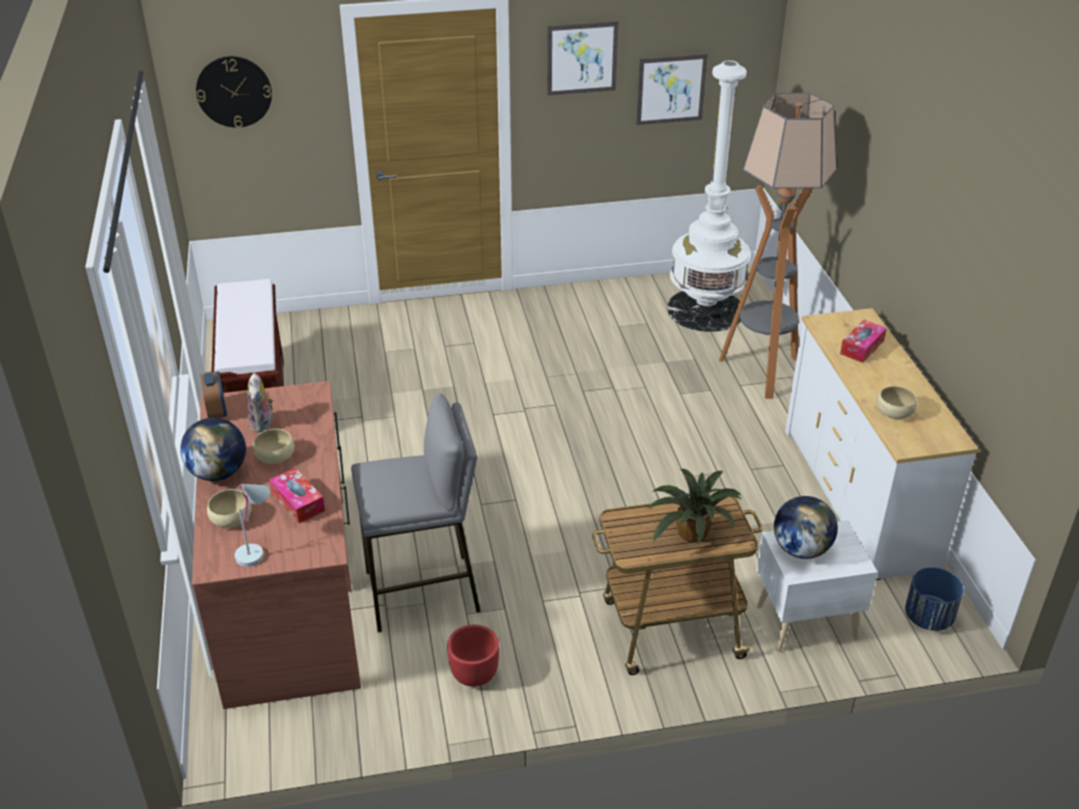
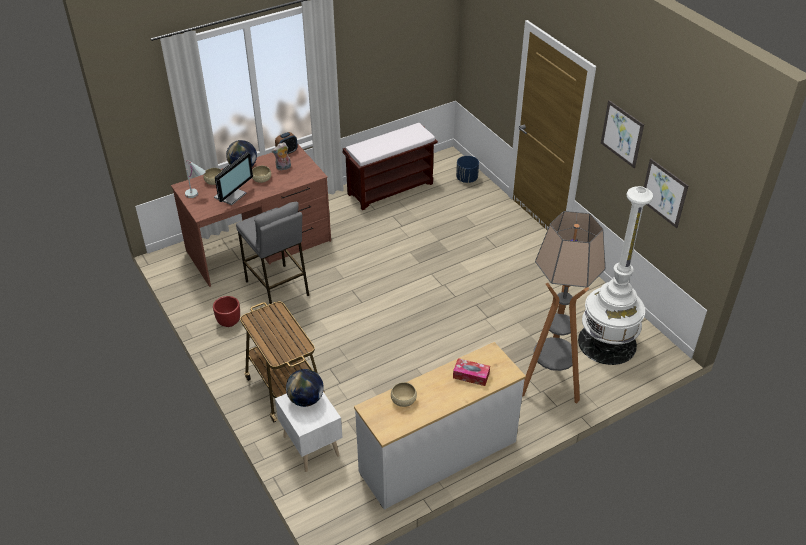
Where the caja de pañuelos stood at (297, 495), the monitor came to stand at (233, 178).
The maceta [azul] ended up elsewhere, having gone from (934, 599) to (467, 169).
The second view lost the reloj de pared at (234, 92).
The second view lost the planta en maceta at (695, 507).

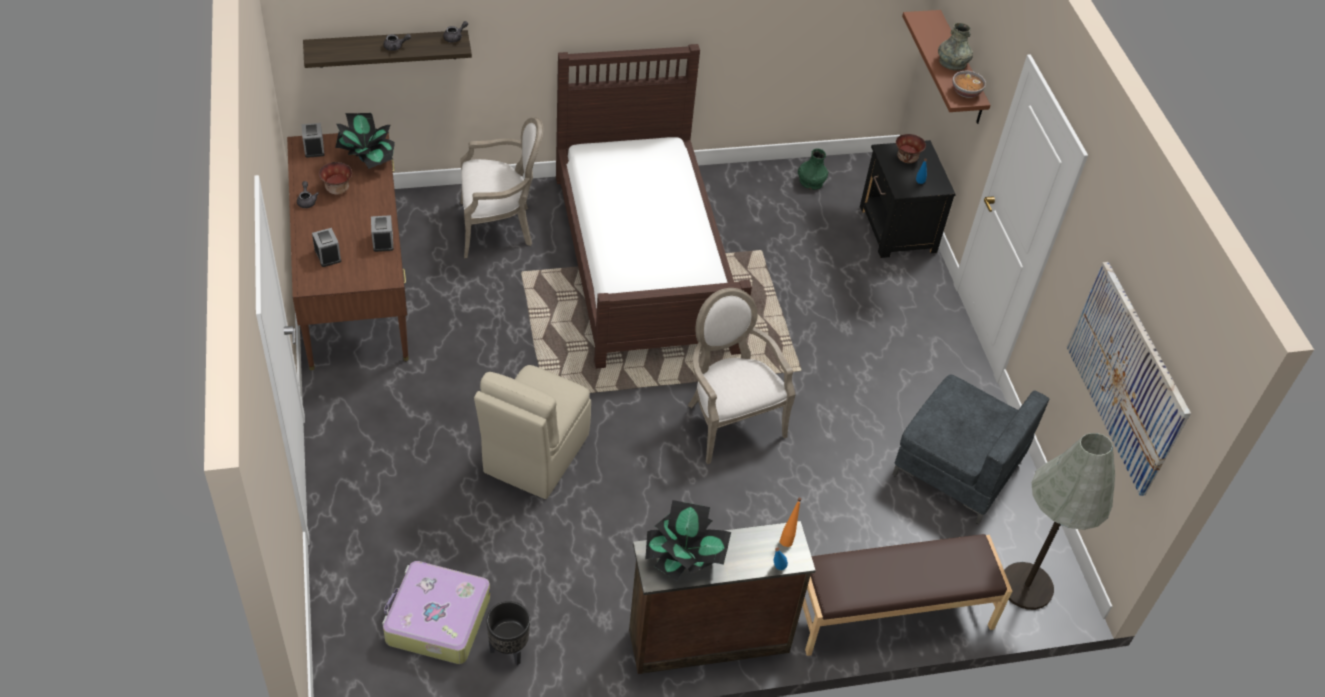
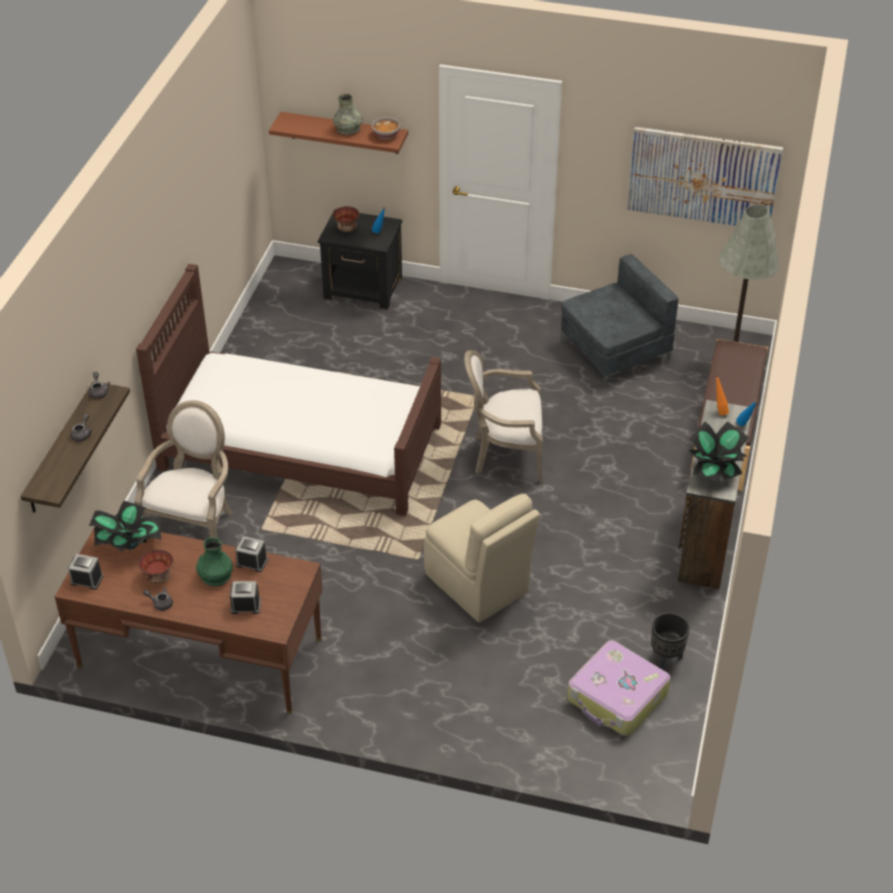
The florero [verde] ended up elsewhere, having gone from (813, 169) to (214, 562).

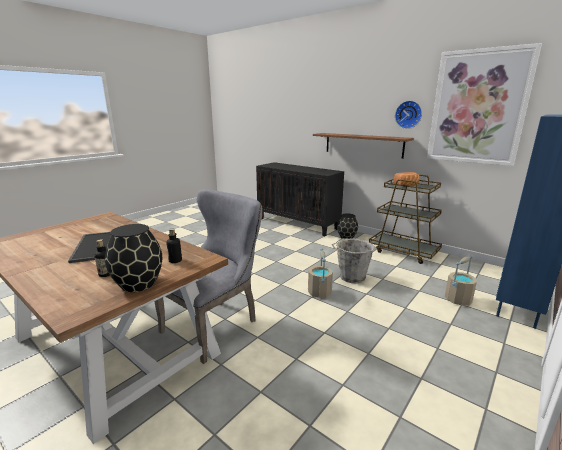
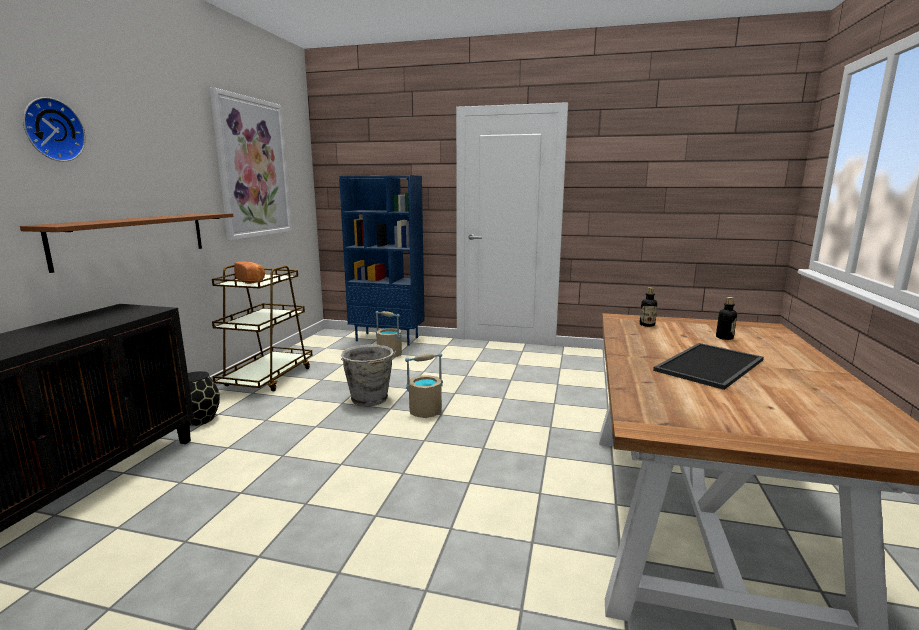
The reloj de pared ended up elsewhere, having gone from (408, 114) to (54, 129).
The second view lost the florero [negro] at (133, 258).
The second view lost the silla [gris] at (208, 277).

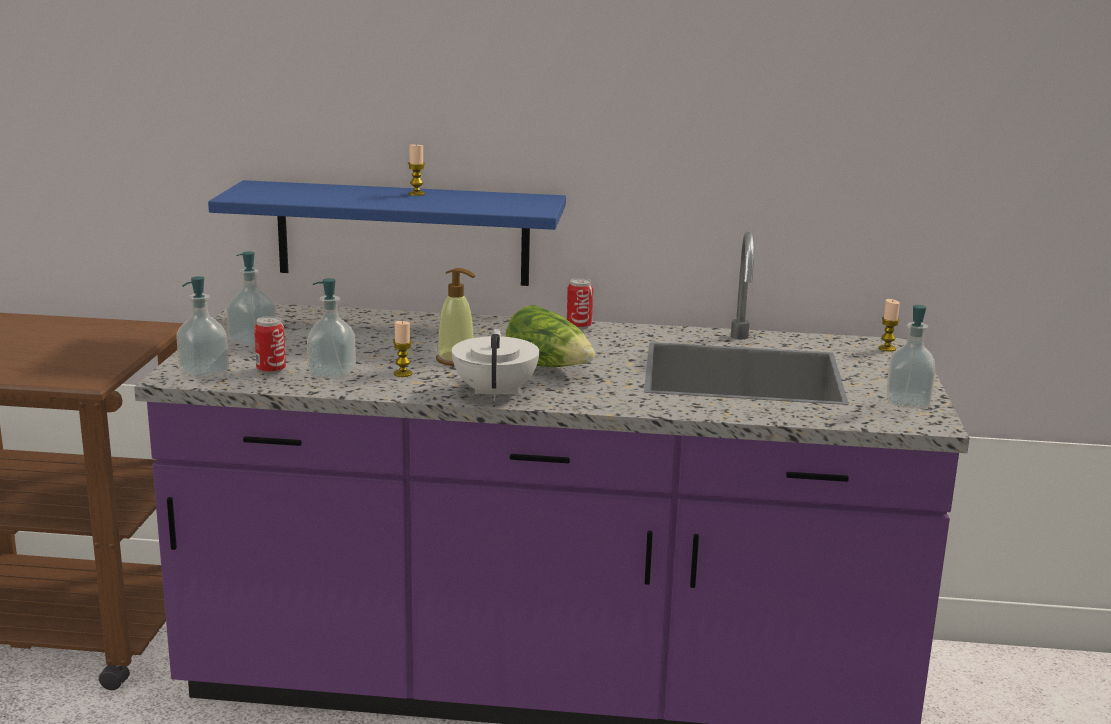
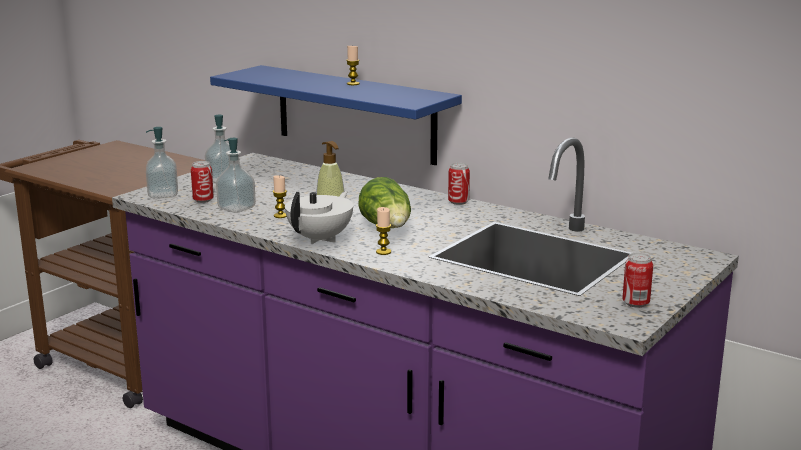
The vela ended up elsewhere, having gone from (889, 325) to (383, 231).
Where the dispensador de jabón stood at (911, 356), the lata came to stand at (637, 280).

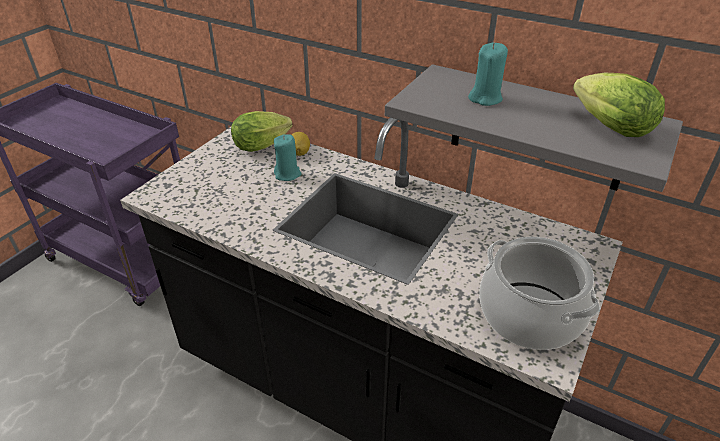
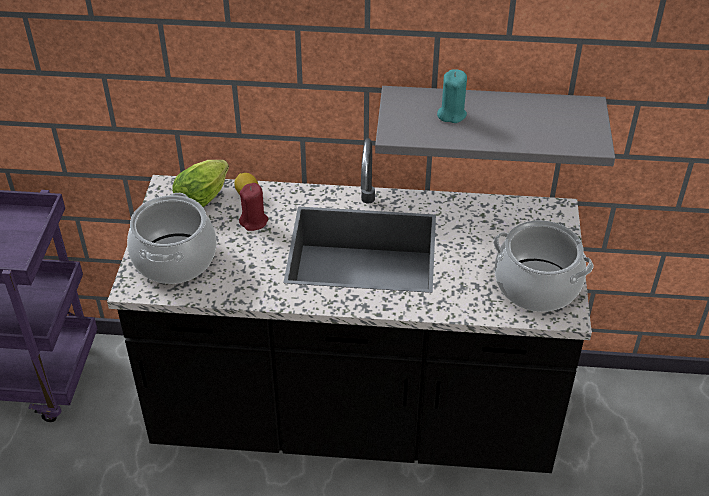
The second view gained the olla at (172, 238).
What was the vela [turquesa] at (288, 157) turned into the vela [rojo] at (253, 207).
The second view lost the lechuga at (619, 105).

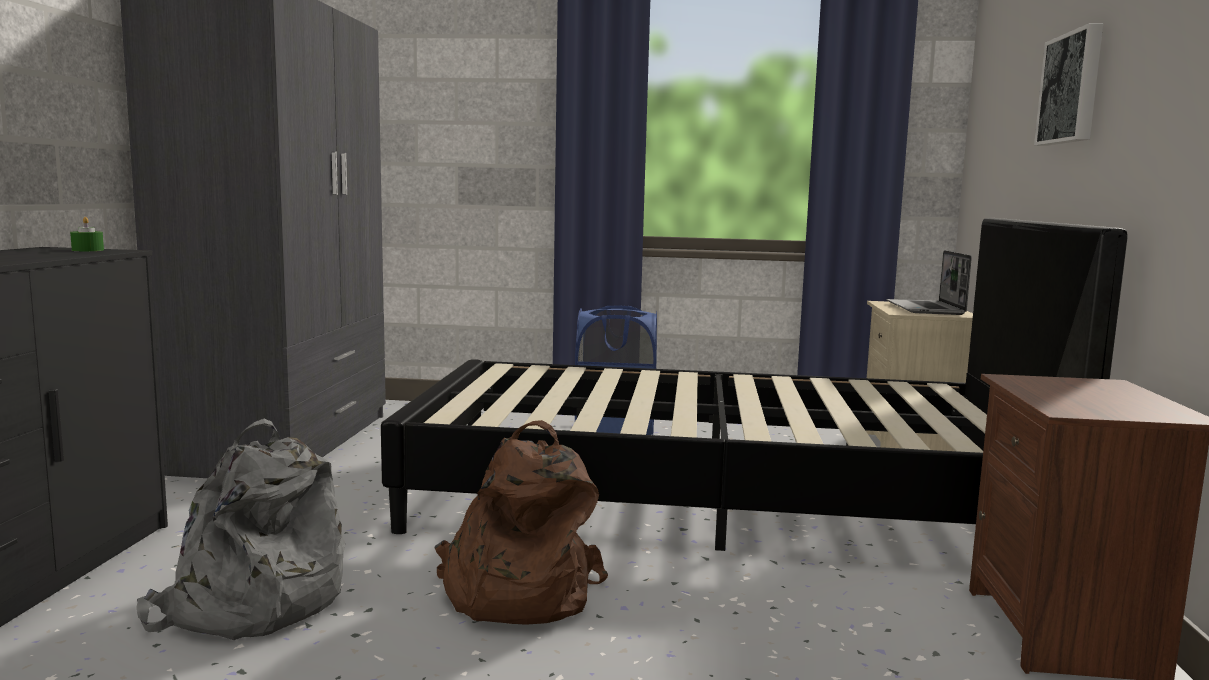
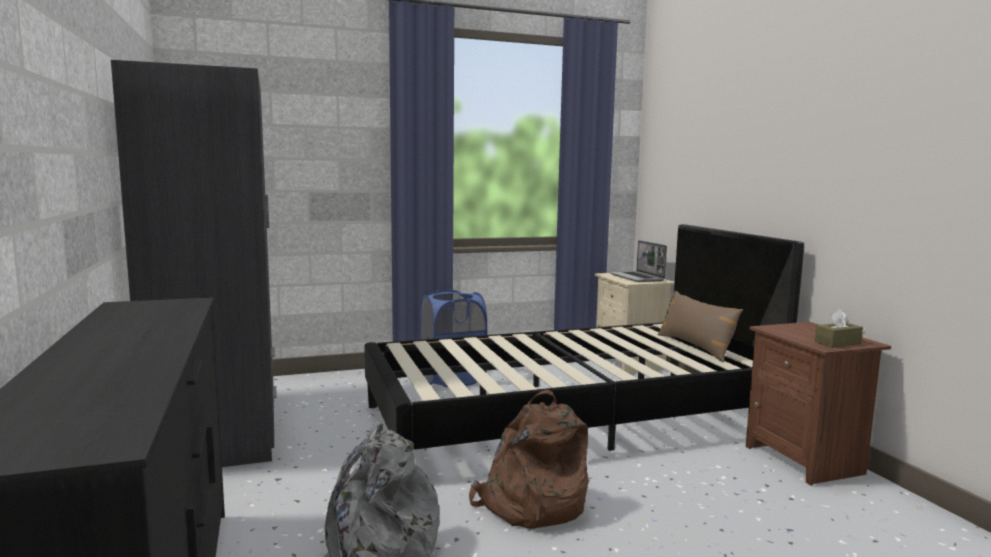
The second view gained the cojín [marrón] at (700, 326).
The second view gained the caja de pañuelos [marrón] at (839, 328).
The second view lost the vela [verde] at (87, 234).
The second view lost the cuadro at (1068, 84).

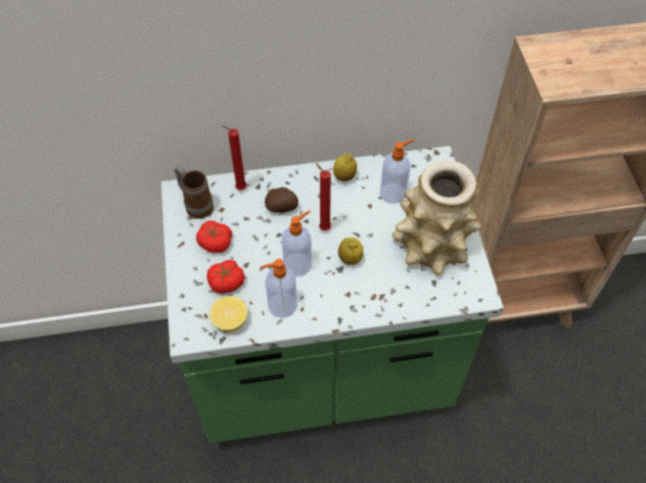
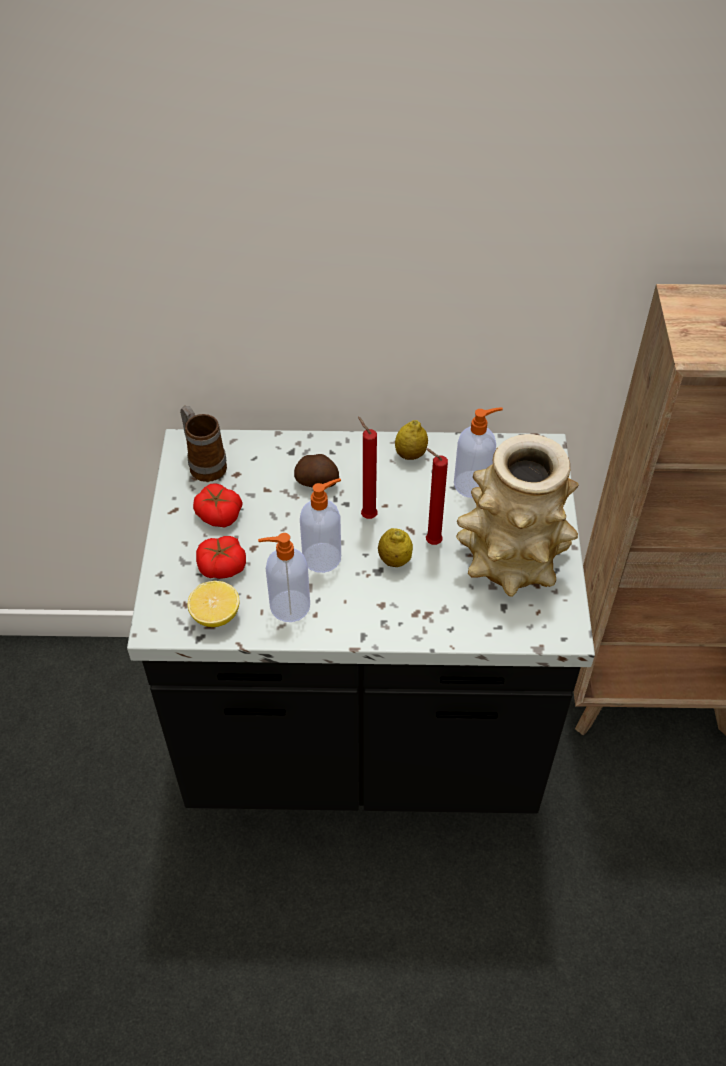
What was the mueble bajo de cocina [verde] at (332, 294) turned into the mueble bajo de cocina [negro] at (361, 621).
The vela [rojo] ended up elsewhere, having gone from (234, 157) to (437, 496).

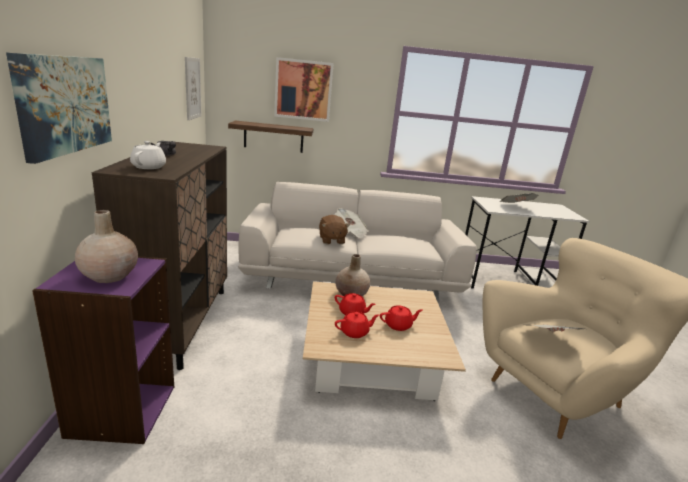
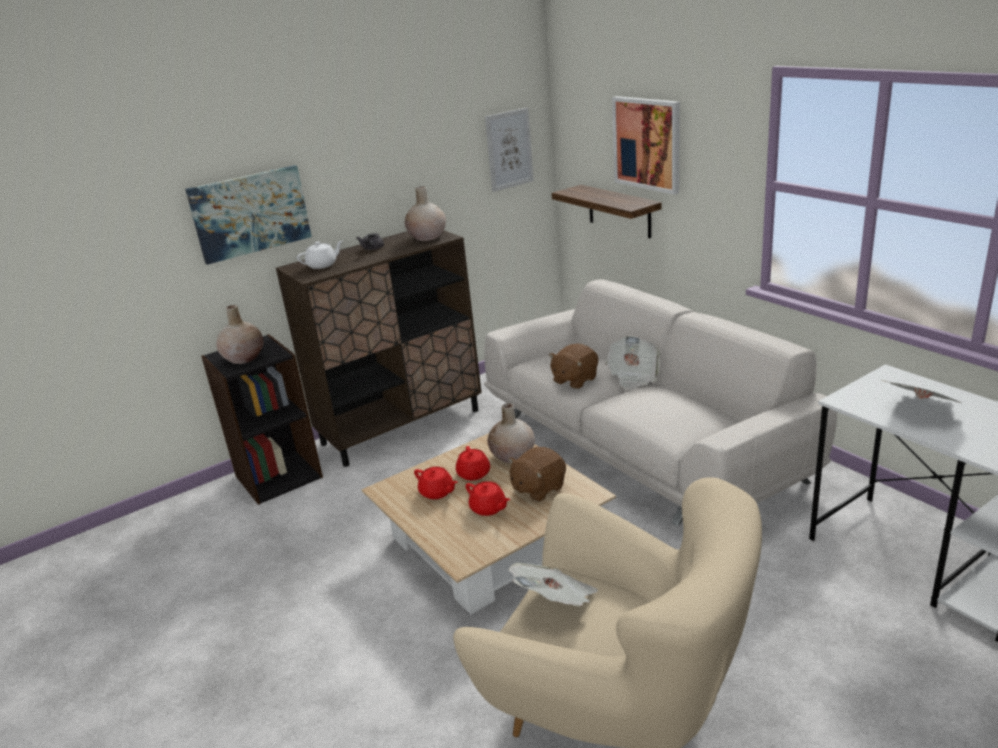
What was the estantería [morado] at (103, 350) turned into the estantería [negro] at (262, 419).
The second view gained the florero [beis] at (425, 213).
The second view gained the peluche [marrón] at (537, 474).

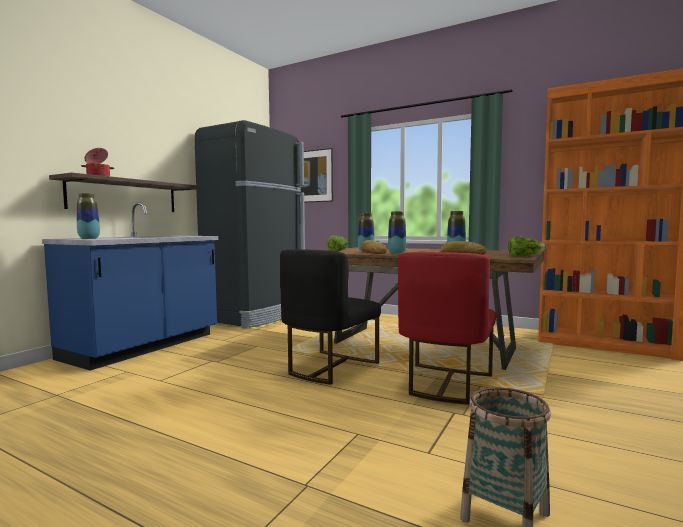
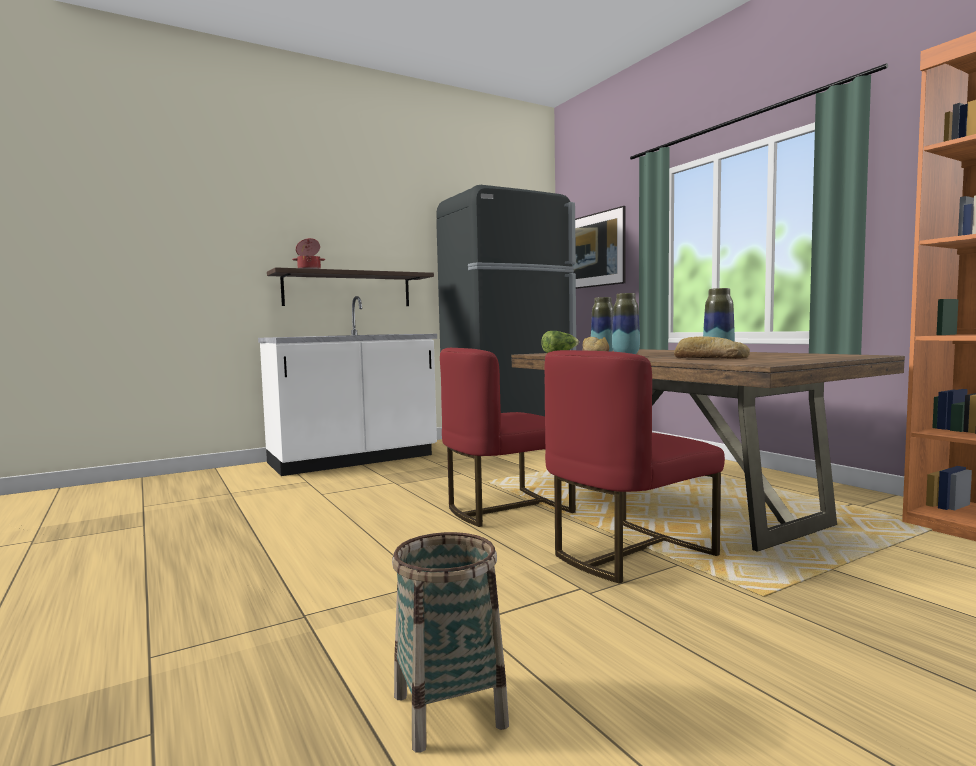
What was the mueble bajo de cocina [azul] at (130, 286) turned into the mueble bajo de cocina [blanco] at (347, 386).
What was the silla [negro] at (330, 317) turned into the silla [rojo] at (508, 437).
The second view lost the florero at (88, 216).
The second view lost the lechuga at (527, 246).

